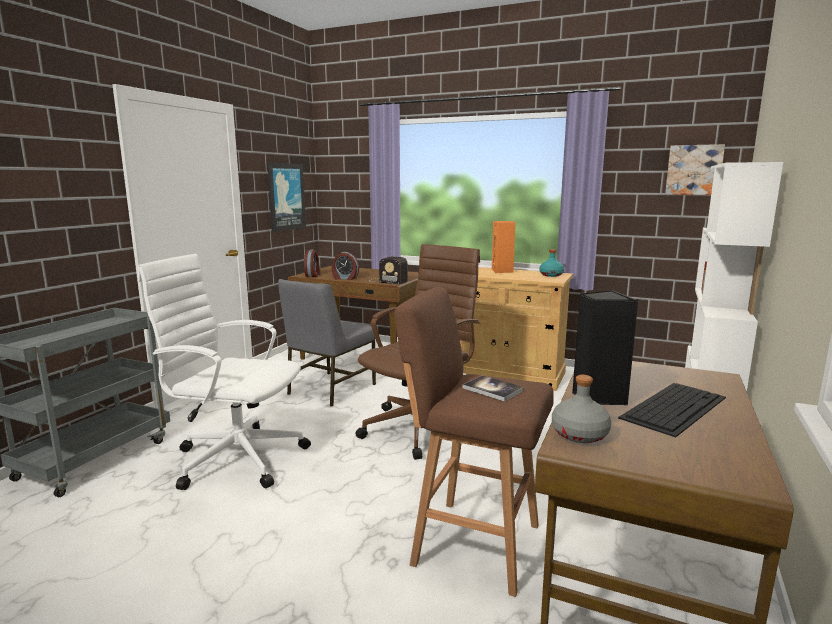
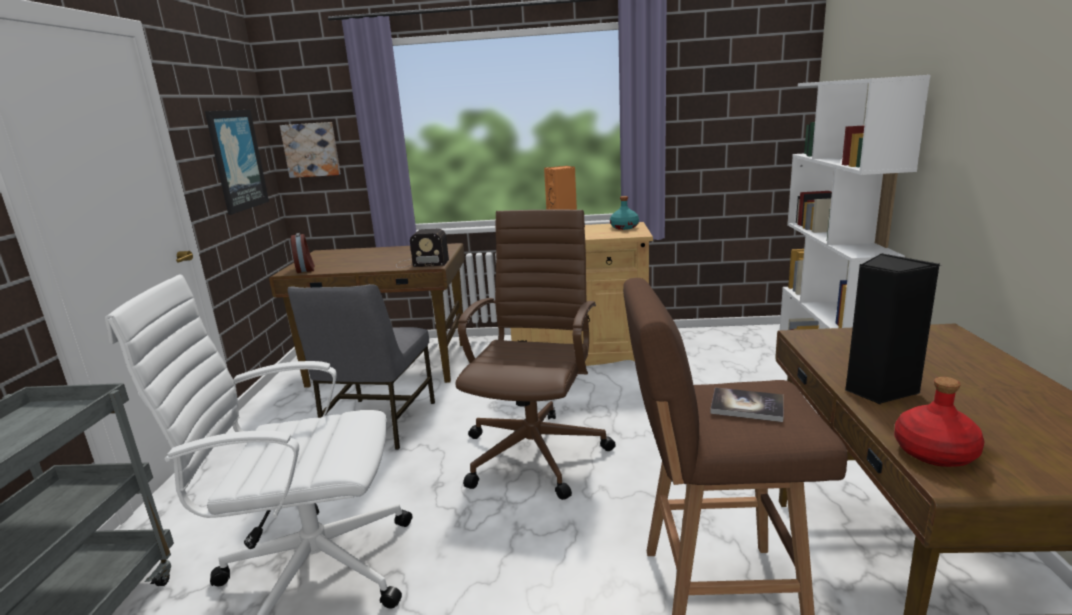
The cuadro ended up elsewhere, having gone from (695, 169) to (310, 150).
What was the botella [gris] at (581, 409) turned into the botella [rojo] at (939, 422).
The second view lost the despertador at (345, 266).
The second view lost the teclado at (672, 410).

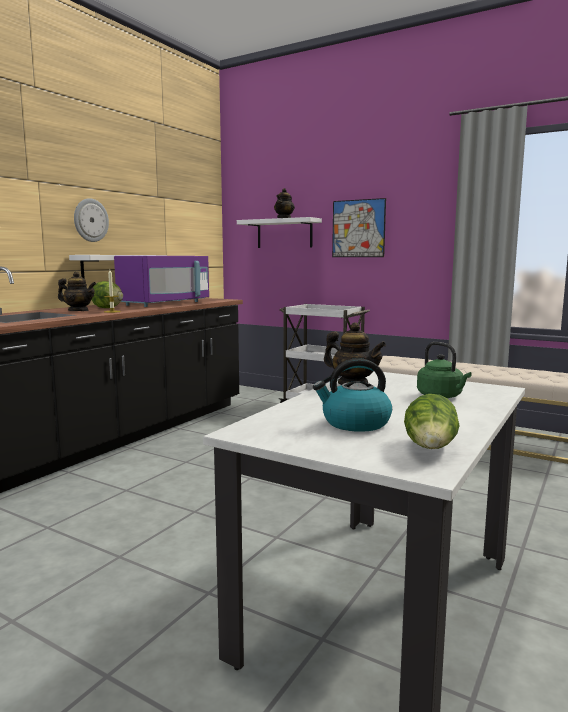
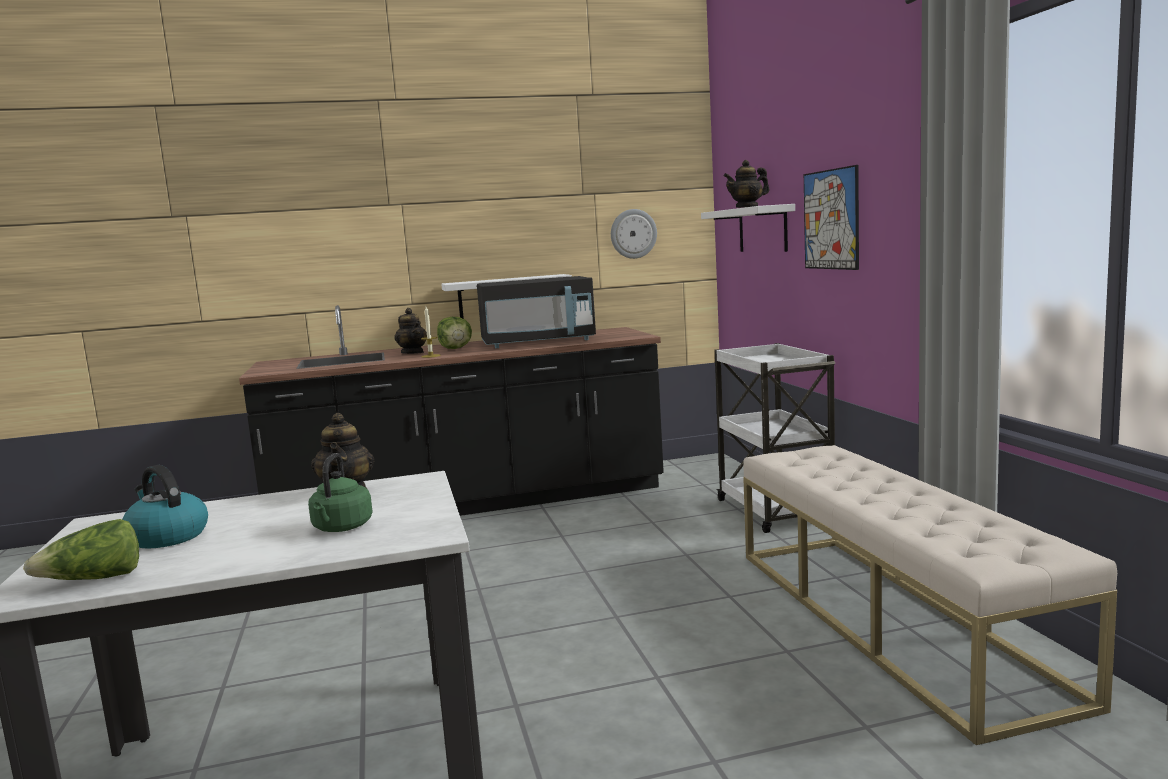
What was the microondas [morado] at (161, 281) turned into the microondas [negro] at (536, 312).
The reloj de pared ended up elsewhere, having gone from (91, 220) to (634, 234).

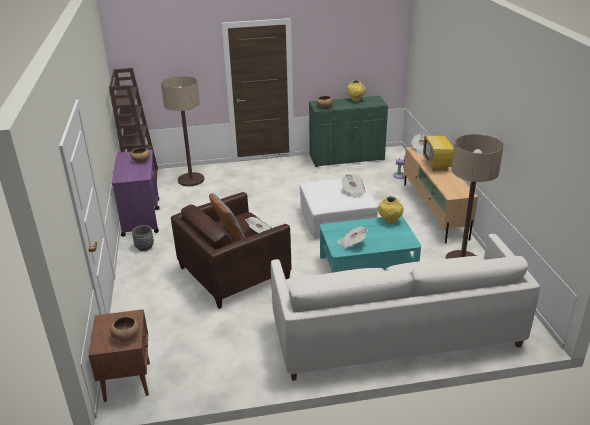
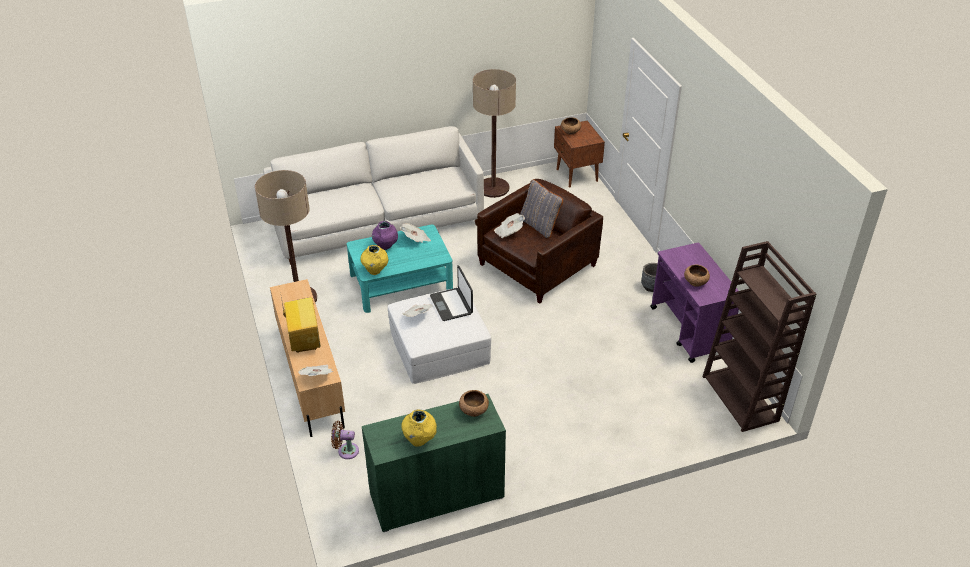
The second view gained the florero [morado] at (385, 235).
The second view gained the portátil at (451, 293).
The lámpara de pie ended up elsewhere, having gone from (182, 131) to (494, 133).

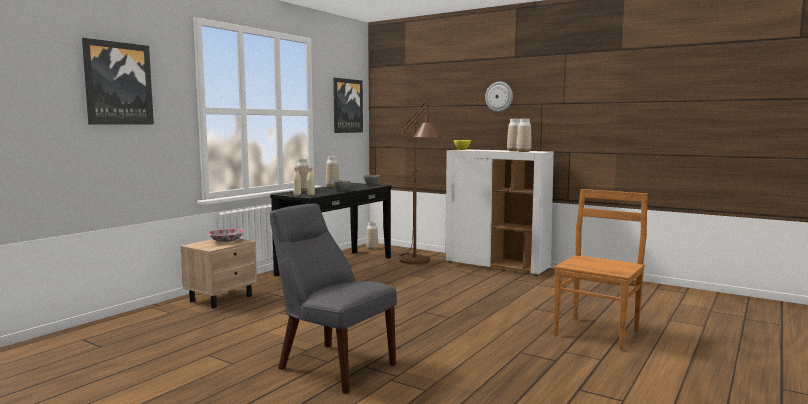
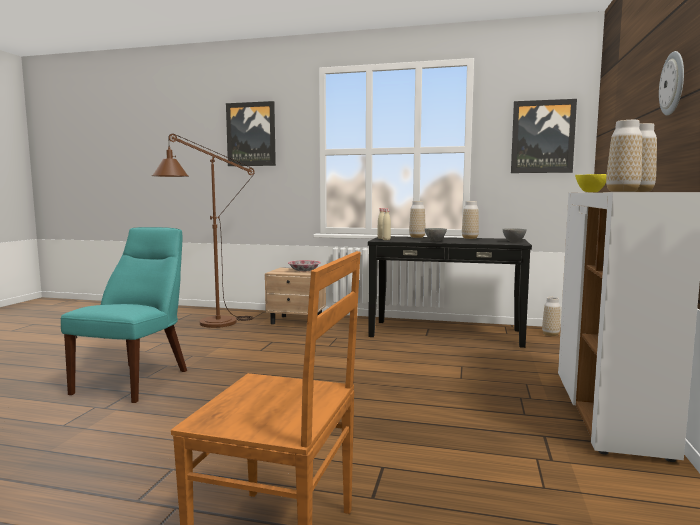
What was the silla [gris] at (333, 299) turned into the silla [turquesa] at (124, 315).
The lámpara de pie [marrón] ended up elsewhere, having gone from (421, 182) to (203, 231).

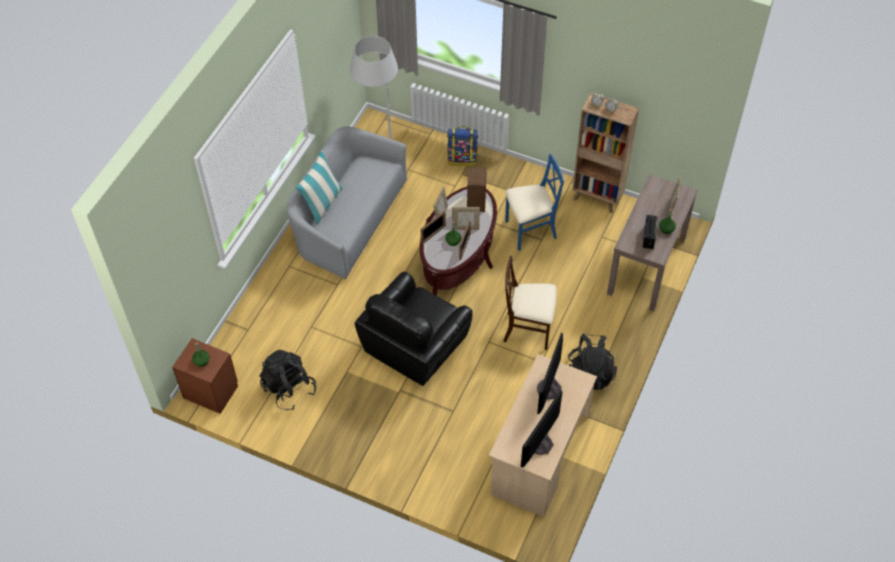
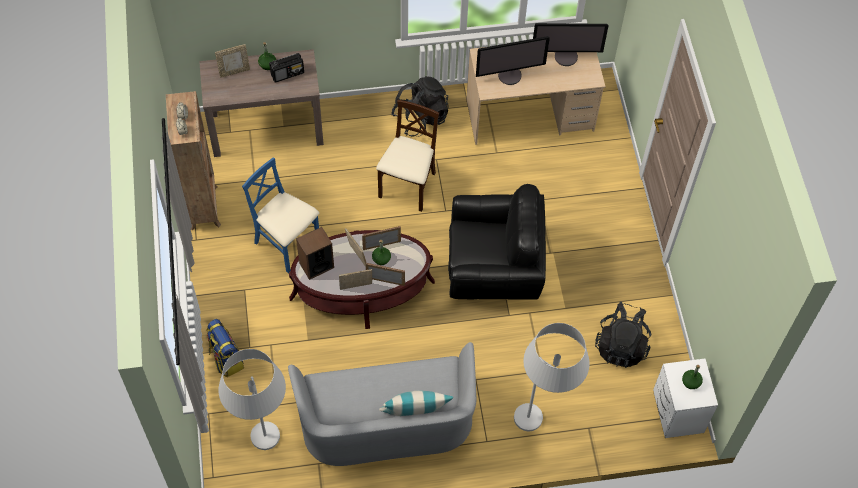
The silla [beis] at (530, 303) ended up facing another way, 135 degrees counterclockwise from before.
The second view gained the lámpara de pie [blanco] at (552, 377).
What was the mesita de noche [marrón] at (205, 376) turned into the mesita de noche [blanco] at (685, 398).

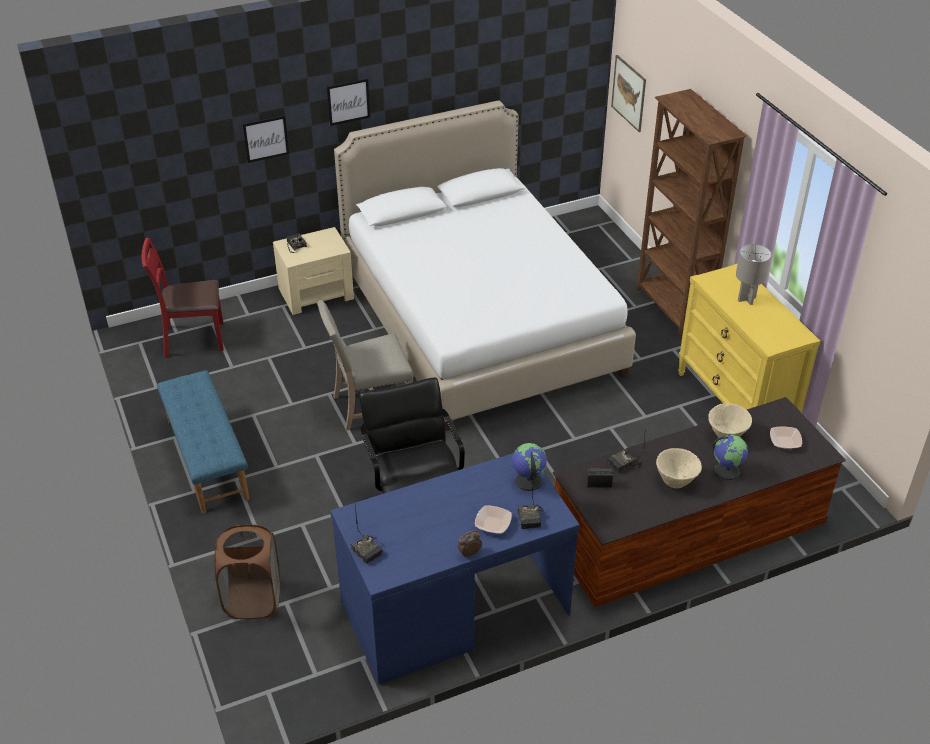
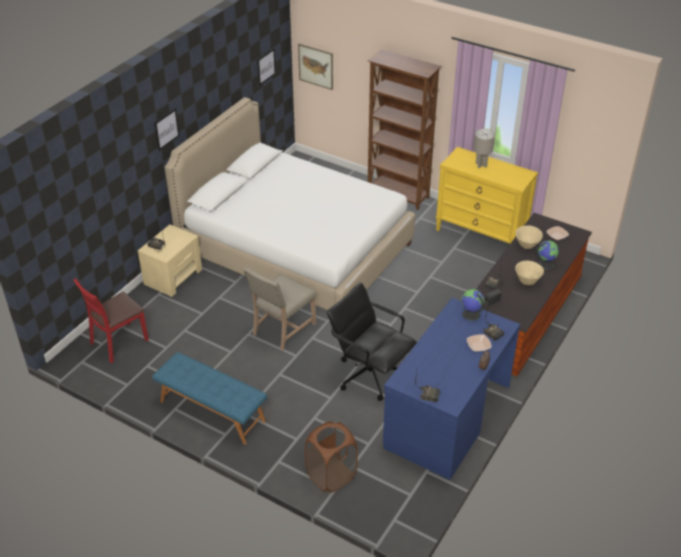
The cuadro ended up elsewhere, having gone from (265, 139) to (266, 67).

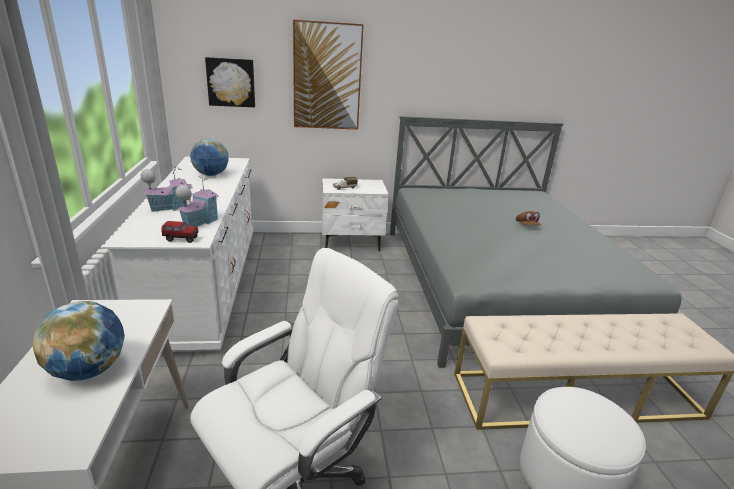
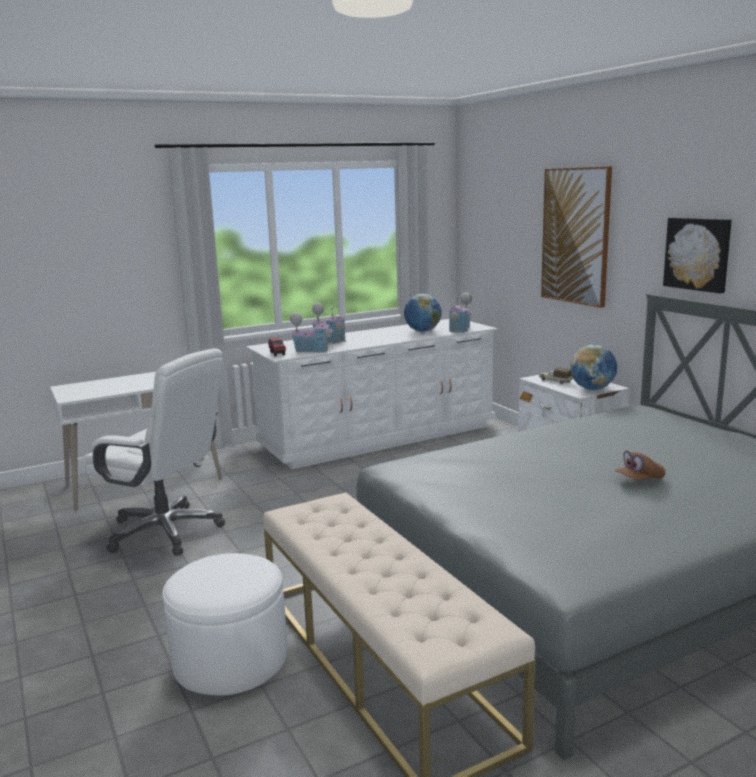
The second view gained the casita at (460, 312).
The globo terráqueo ended up elsewhere, having gone from (78, 341) to (593, 367).
The cuadro ended up elsewhere, having gone from (230, 82) to (697, 255).

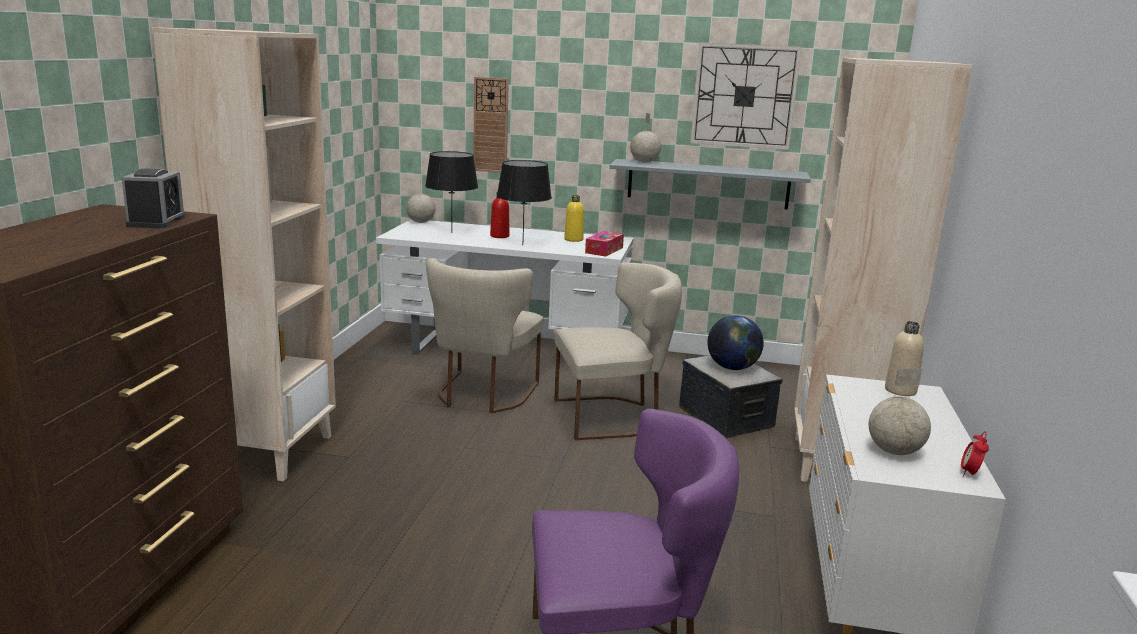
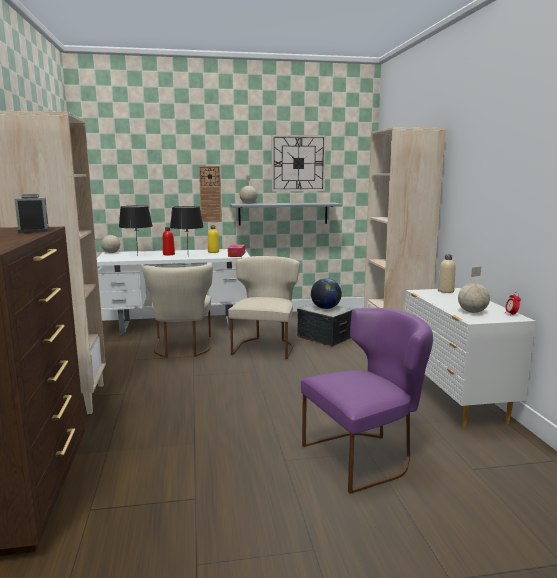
The reloj de pared ended up elsewhere, having gone from (491, 125) to (210, 194).
The silla [beis] at (618, 351) ended up facing another way, 45 degrees counterclockwise from before.

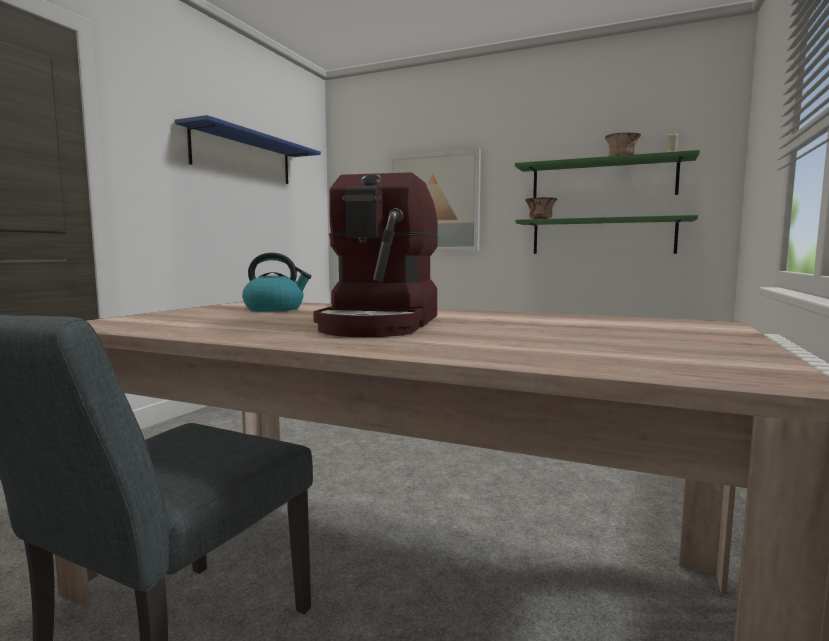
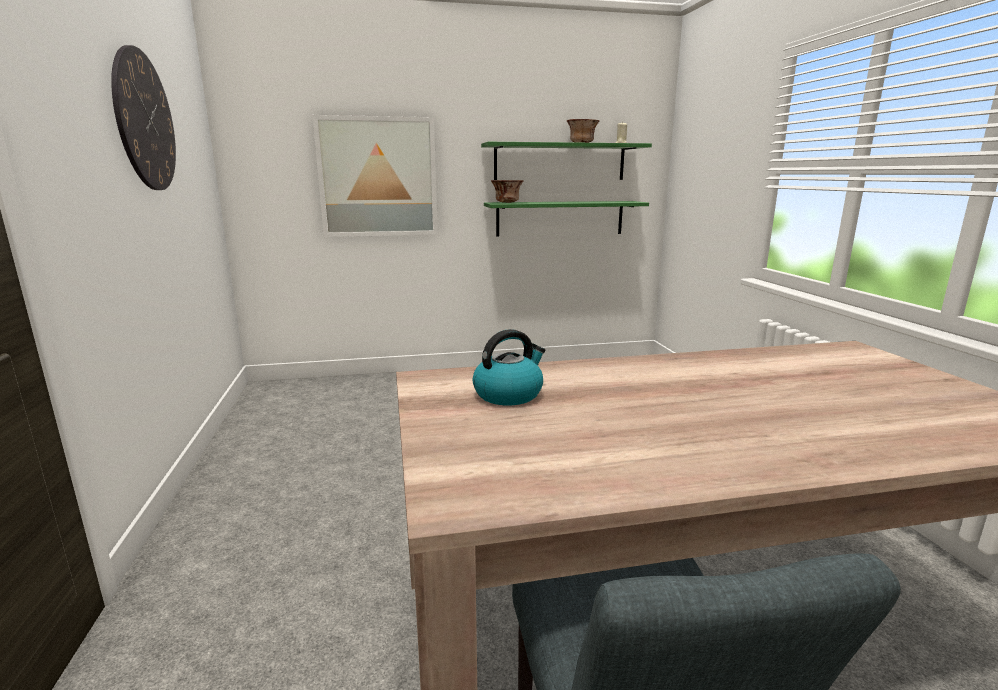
Where the estante [azul] hung at (248, 149), the reloj de pared came to hang at (143, 117).
The second view lost the cafetera at (375, 254).

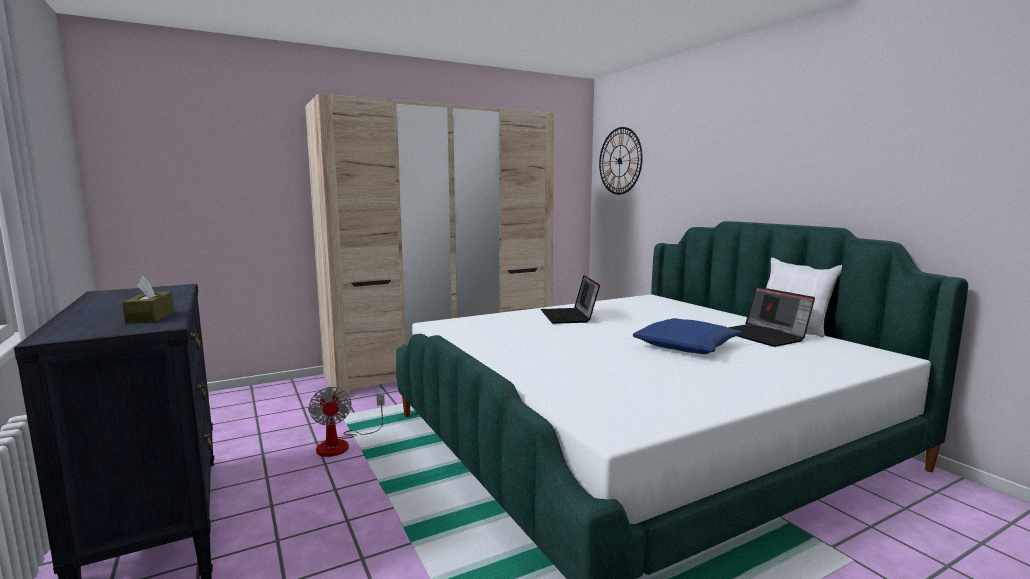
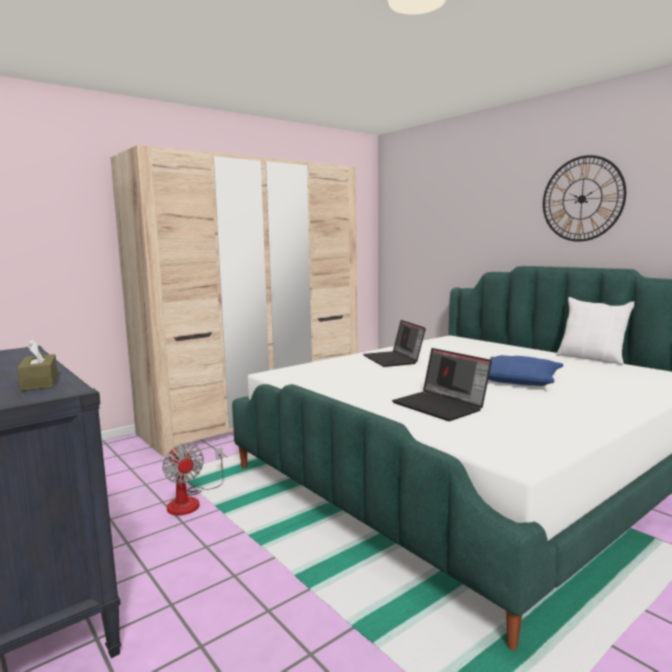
The portátil ended up elsewhere, having gone from (771, 317) to (442, 384).
The reloj de pared ended up elsewhere, having gone from (621, 161) to (584, 198).

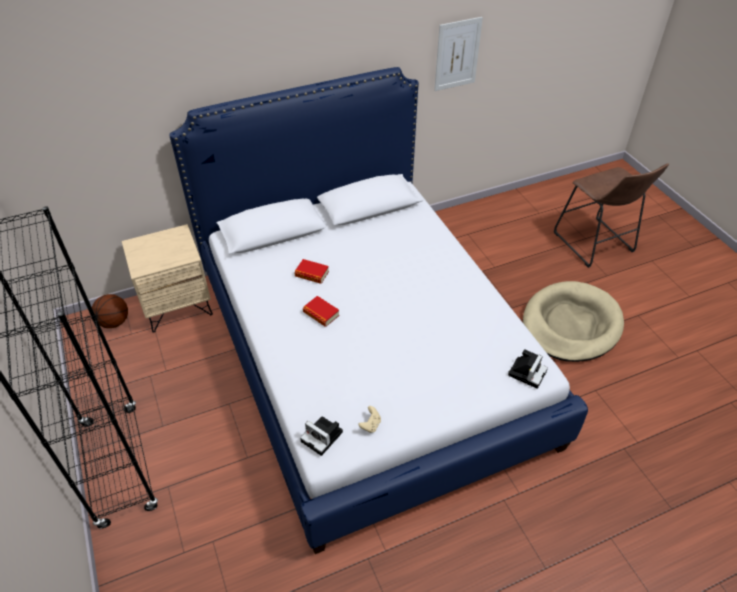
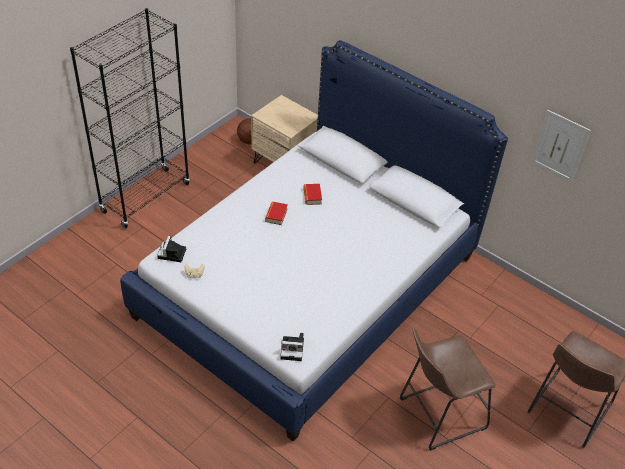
Where the cama para perro [beis] stood at (573, 321), the taburete [marrón] came to stand at (448, 389).

